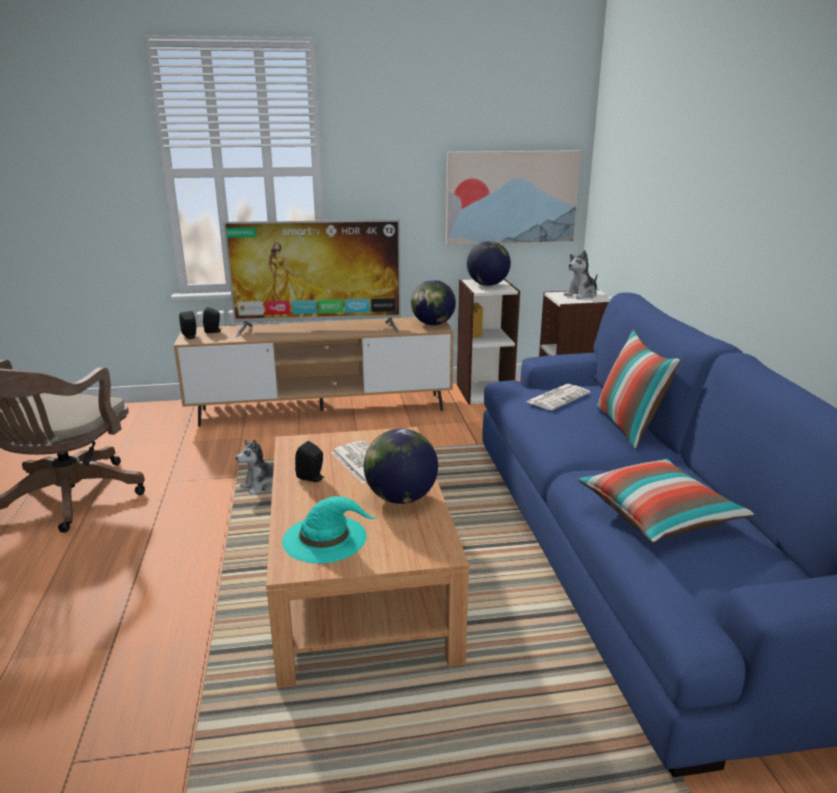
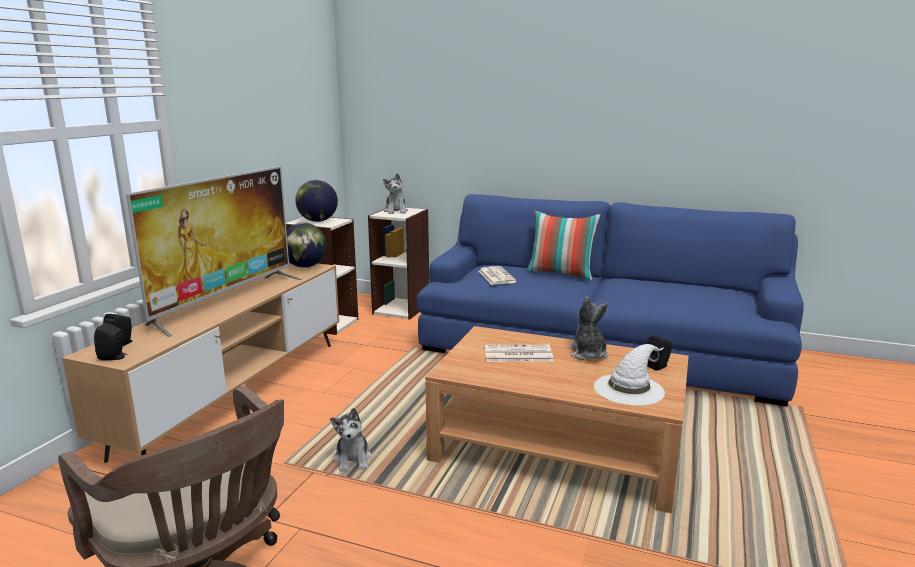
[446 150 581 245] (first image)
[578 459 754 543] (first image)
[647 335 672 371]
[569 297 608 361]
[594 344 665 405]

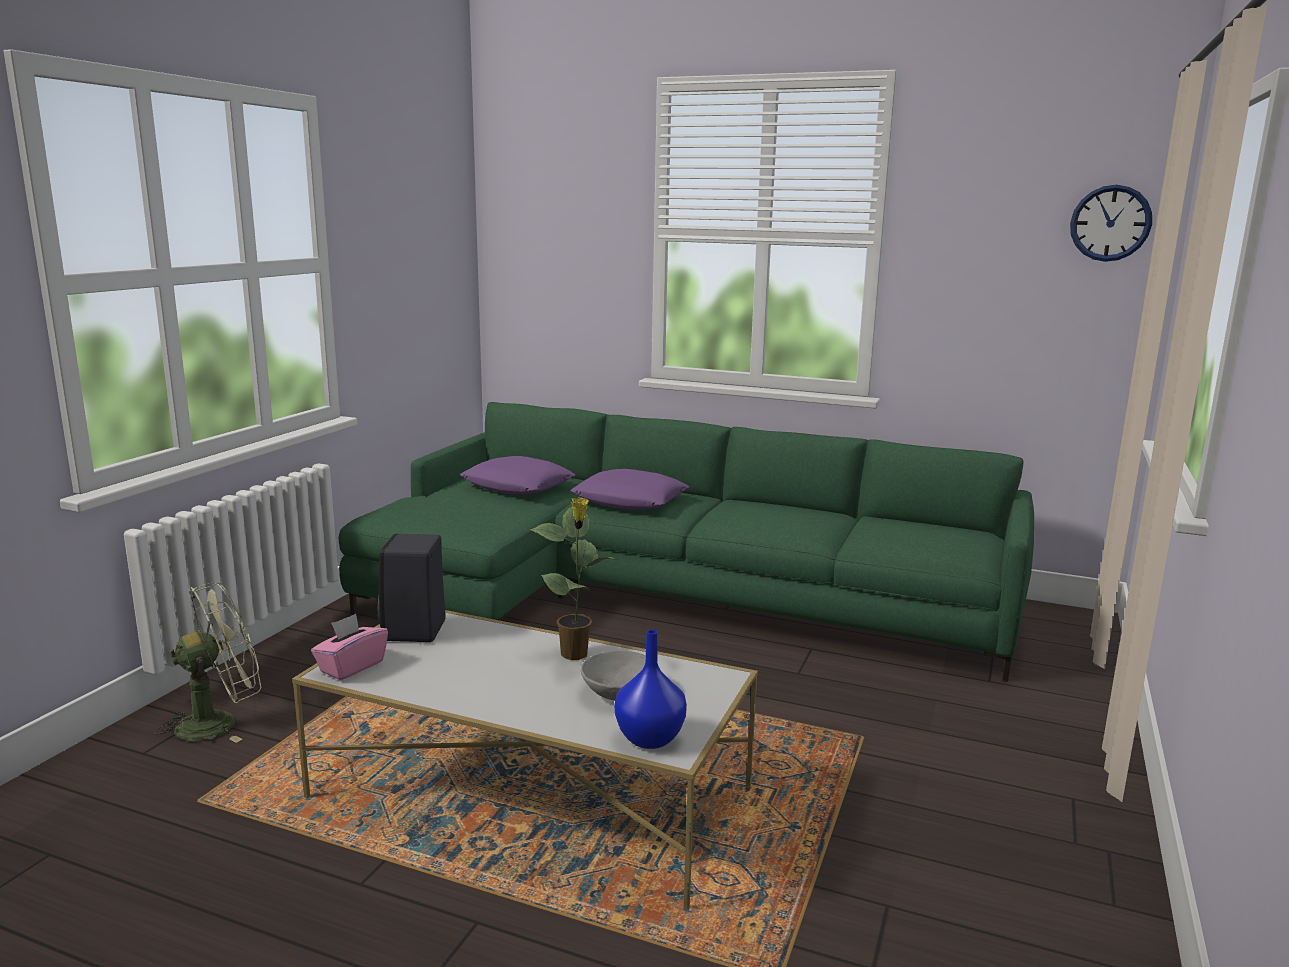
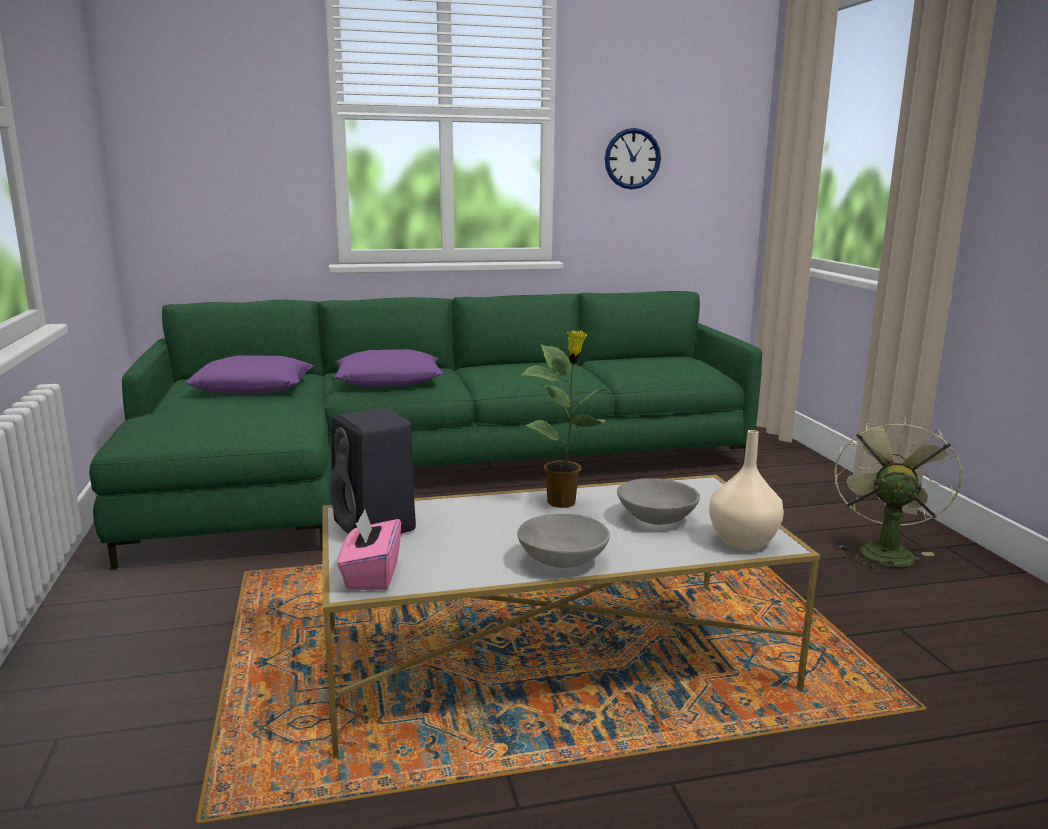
[517 514 610 568]
[834 416 962 572]
[605 128 661 189]
[709 430 784 550]

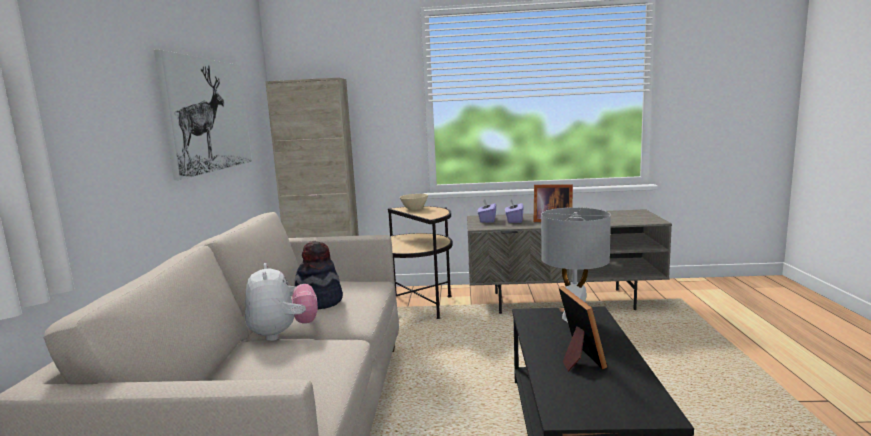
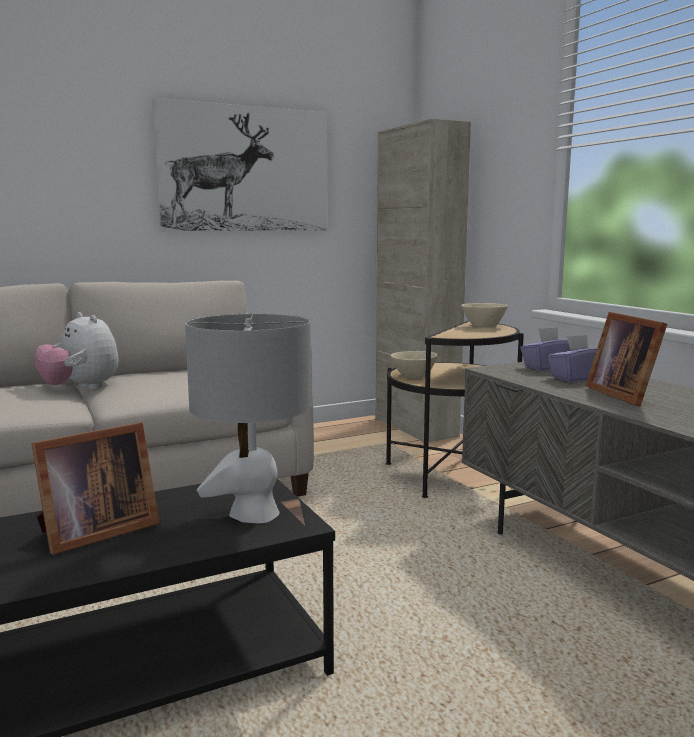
[295 241 343 309] (first image)
[391 351 438 378]
[35 312 119 390]

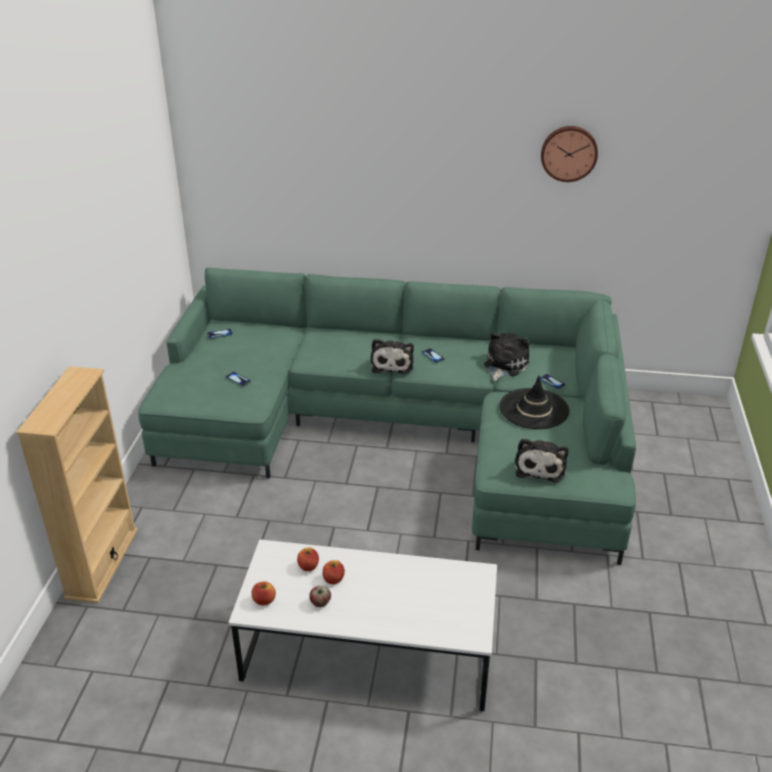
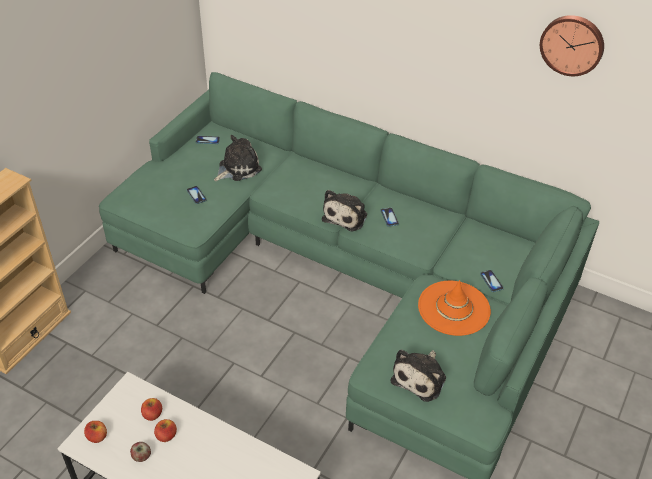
[214 135 262 181]
[418 280 491 336]

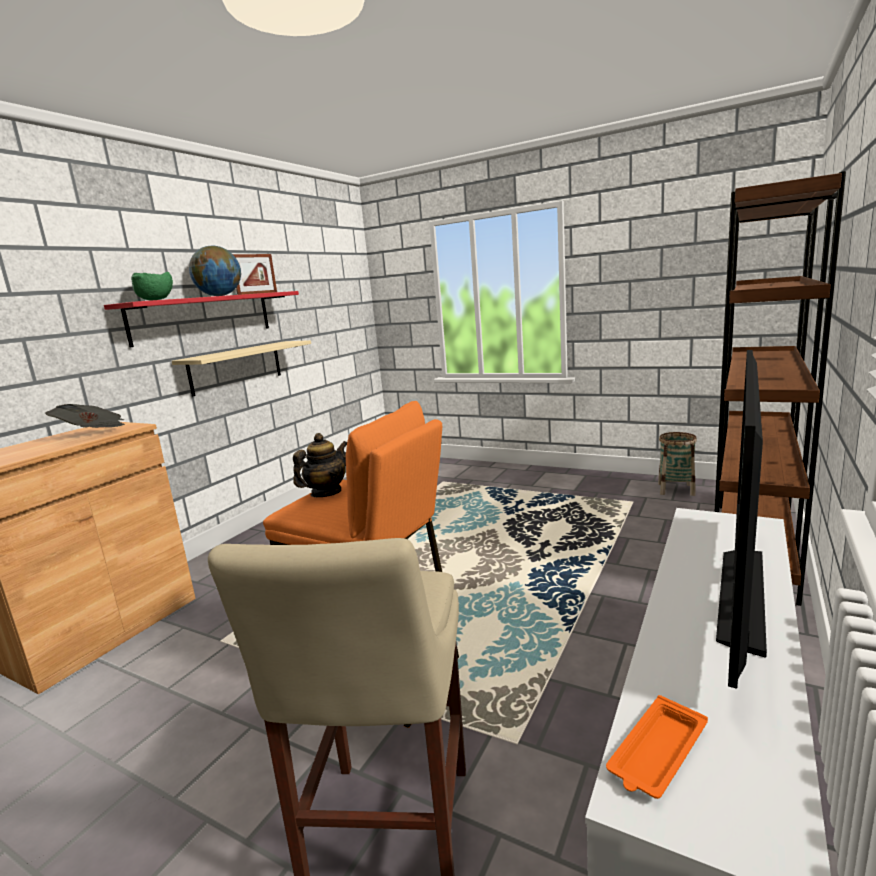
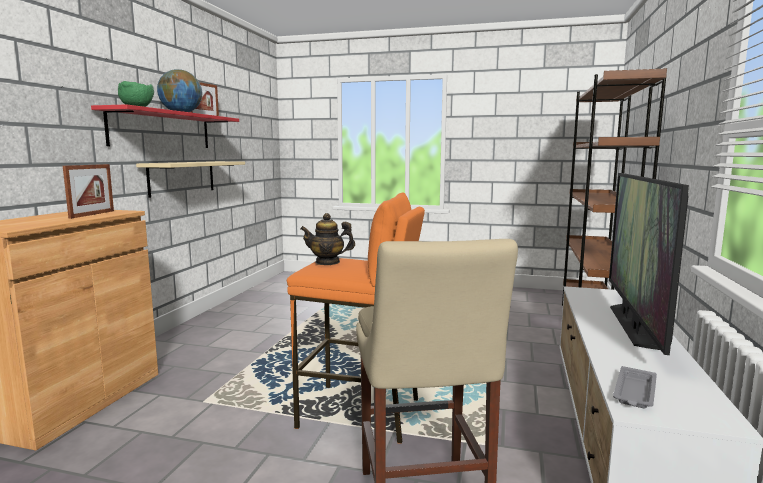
[658 432 697 496] (first image)
[63 164 114 219]
[613 366 657 409]
[300 213 355 265]

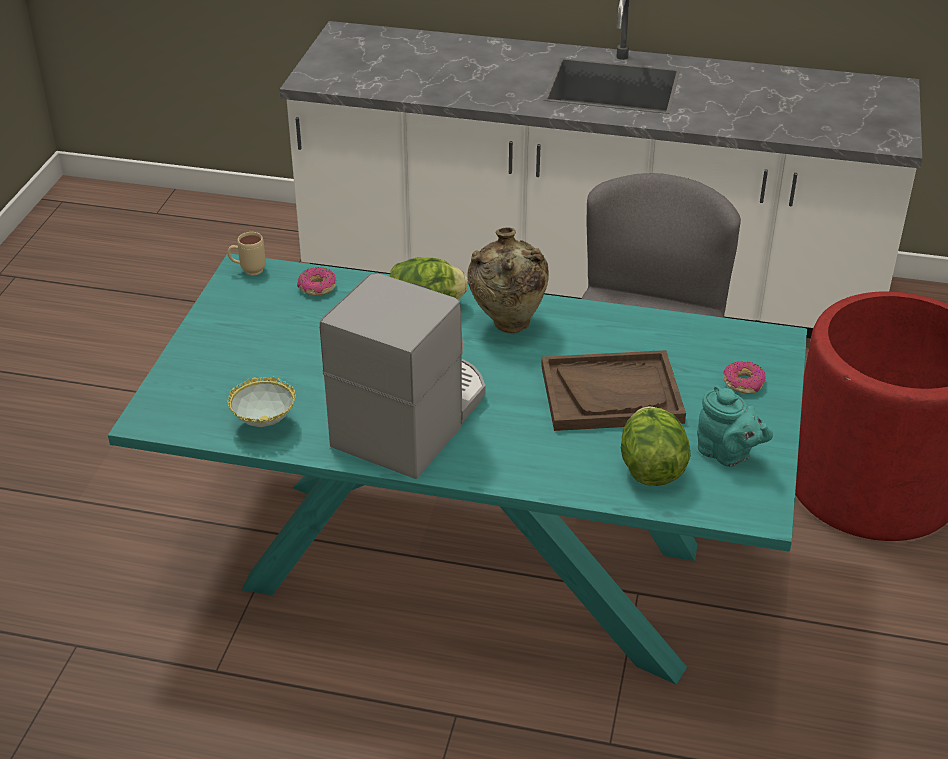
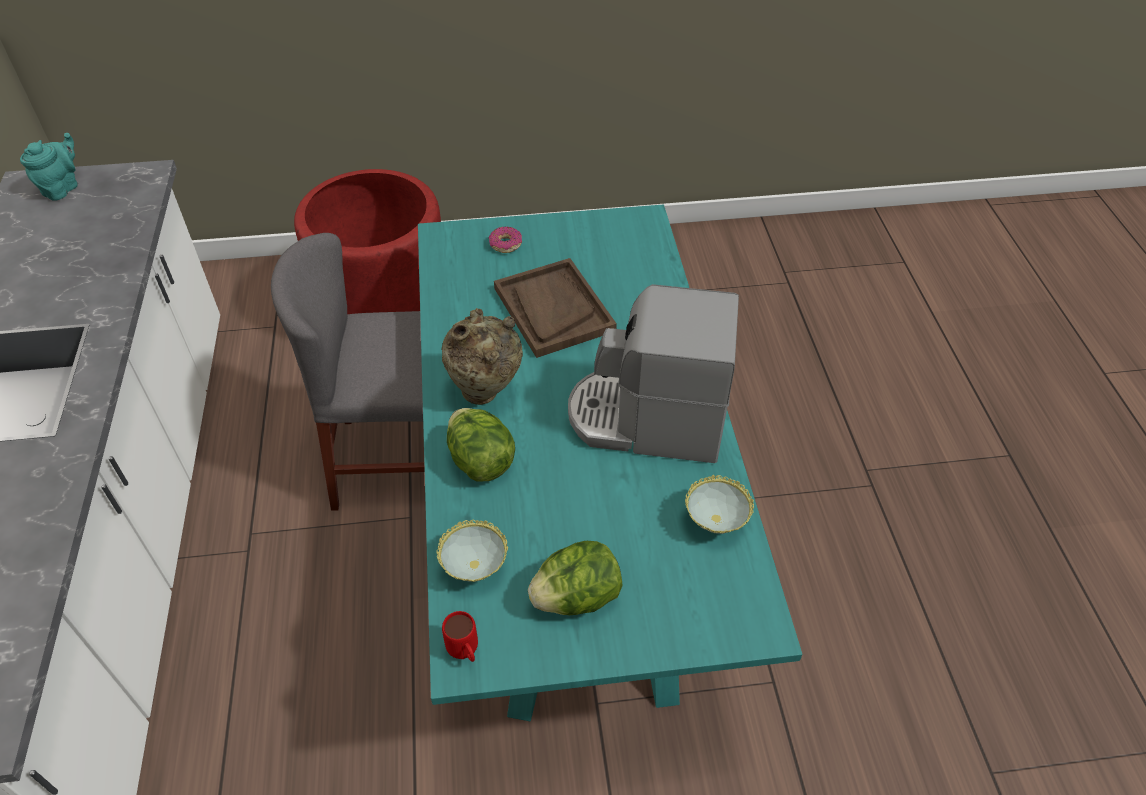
[528 541 622 615]
[20 133 78 201]
[436 519 508 582]
[442 611 478 662]

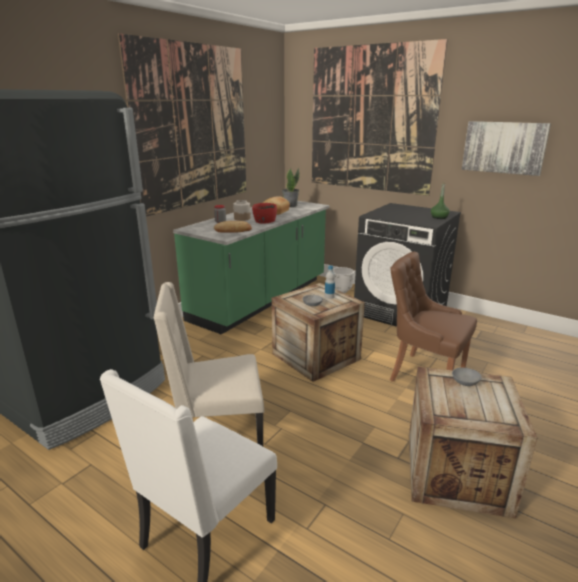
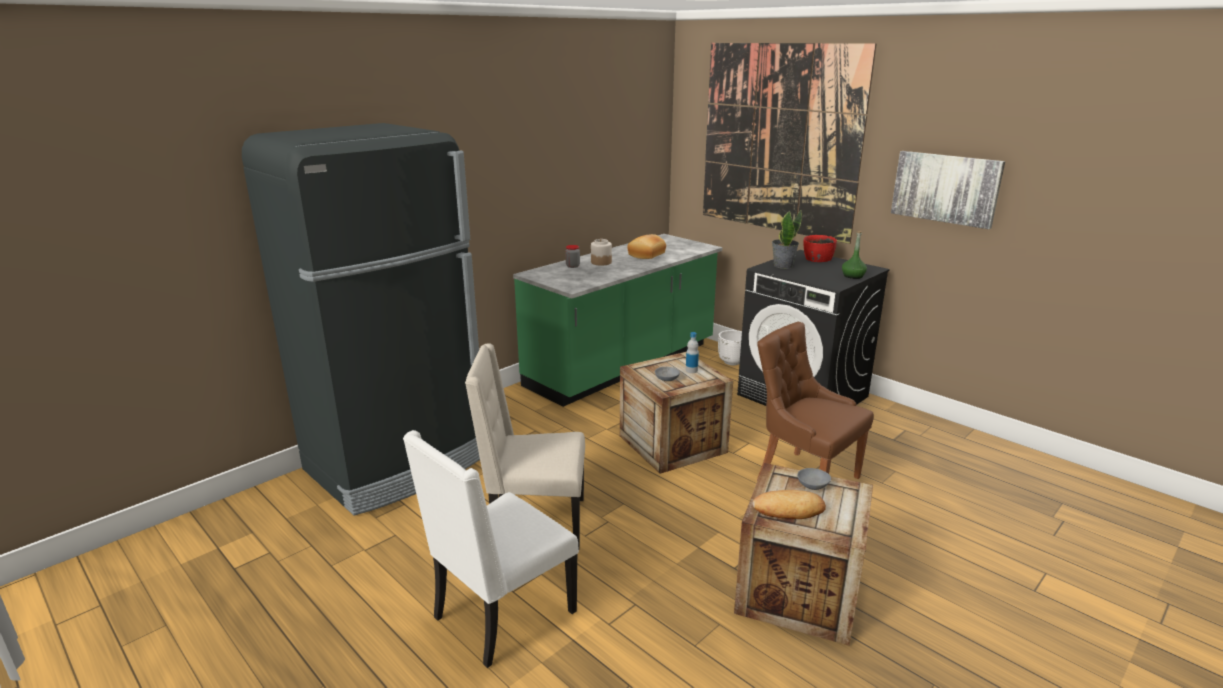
[118 33 246 216] (first image)
[752 490 826 519]
[803 235 837 262]
[772 210 802 269]

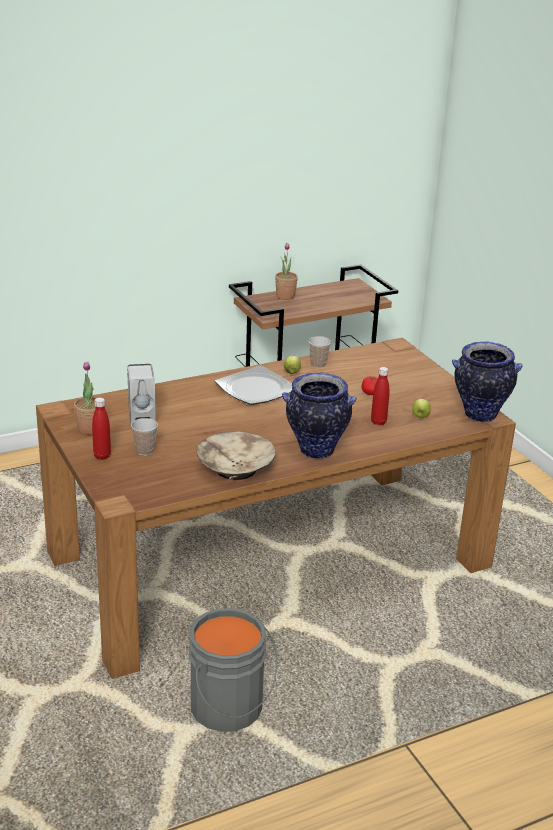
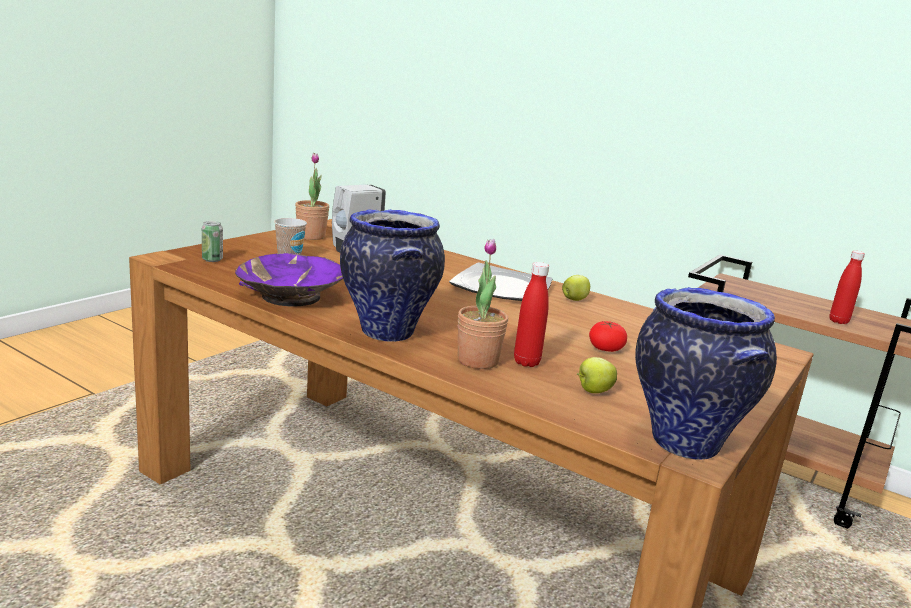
[189 608 277 732] (first image)
[308 336 331 368] (first image)
[202 221 223 262]
[830 251 865 324]
[458 239 508 369]
[235 253 343 307]

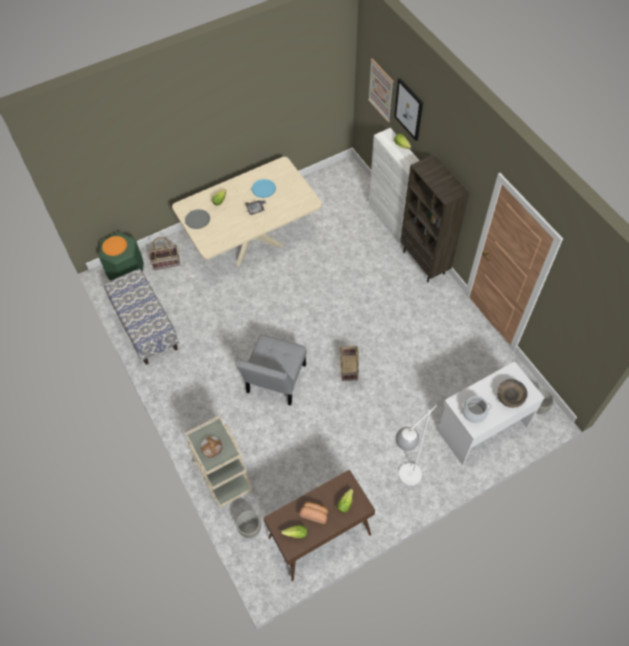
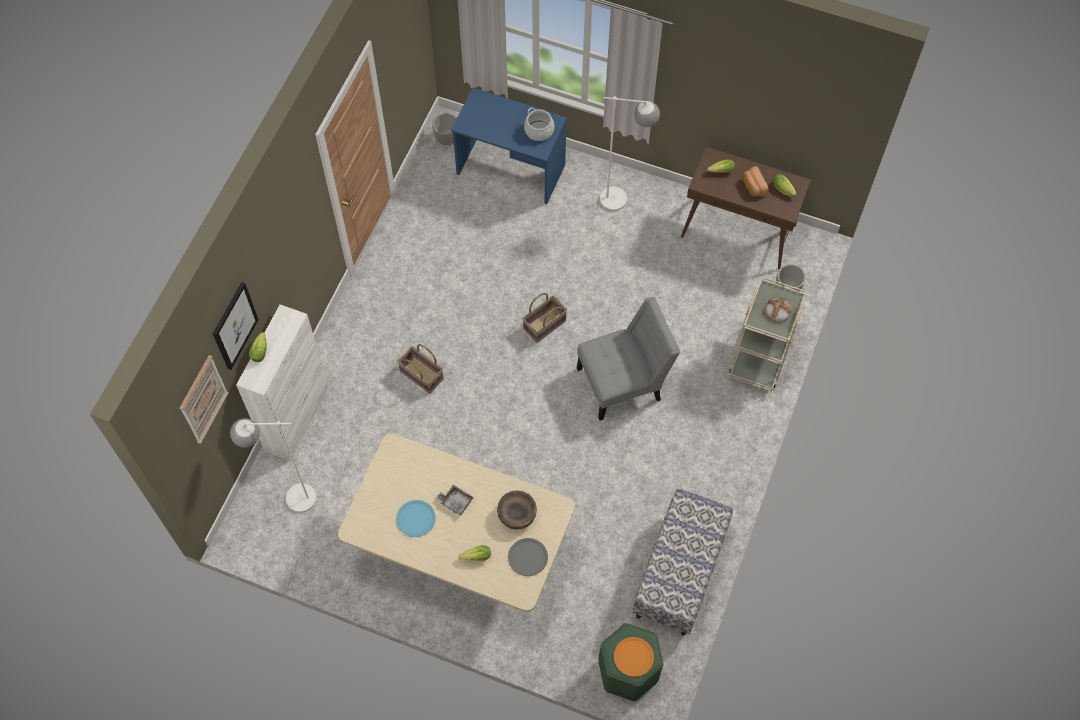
[400 155 469 283] (first image)
[230 418 317 513]
[397 344 444 394]
[497 490 537 530]
[451 88 567 204]

